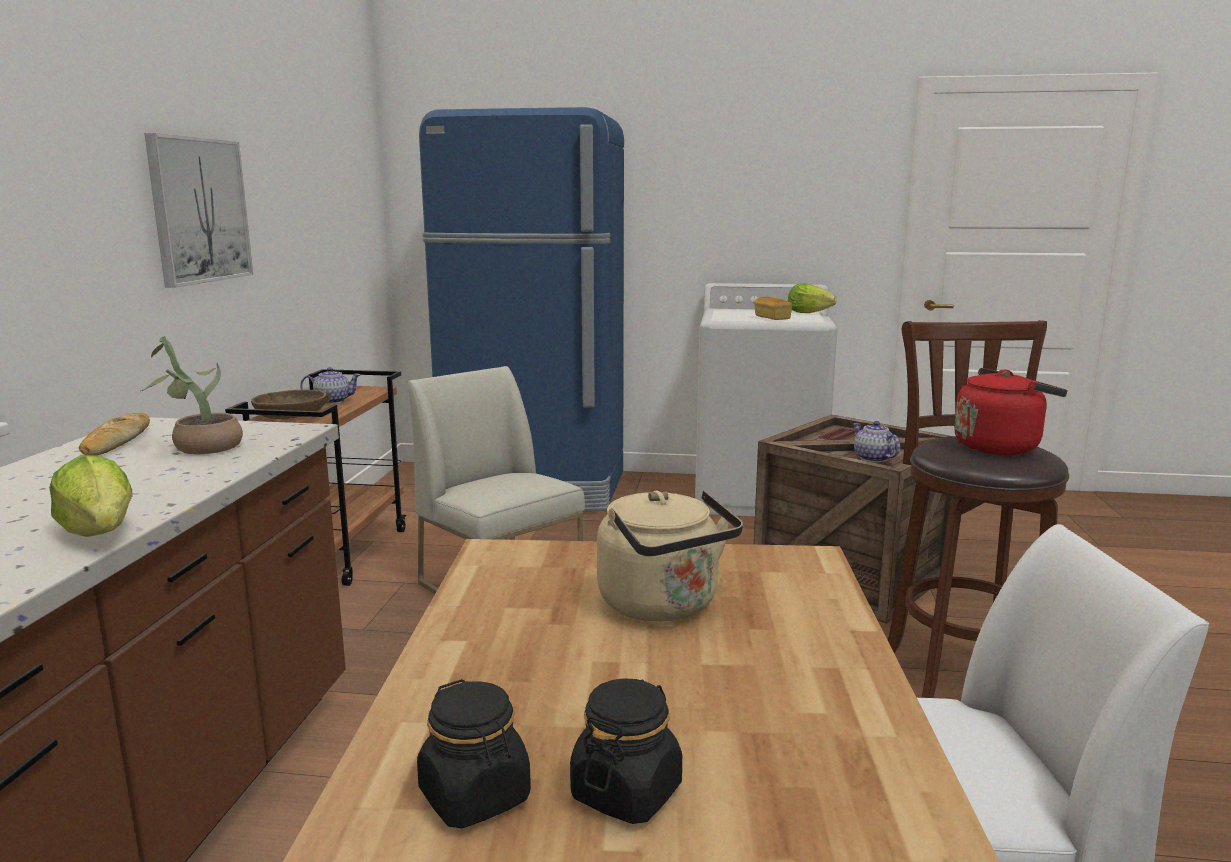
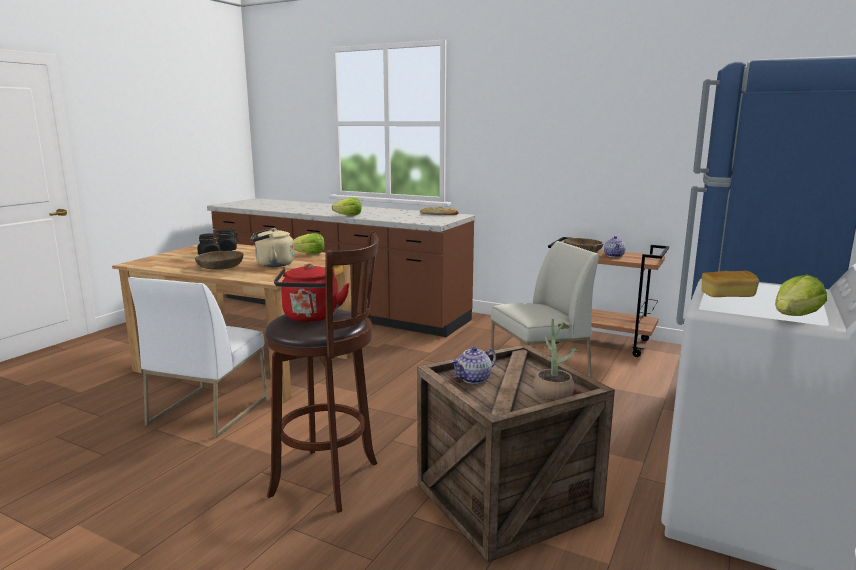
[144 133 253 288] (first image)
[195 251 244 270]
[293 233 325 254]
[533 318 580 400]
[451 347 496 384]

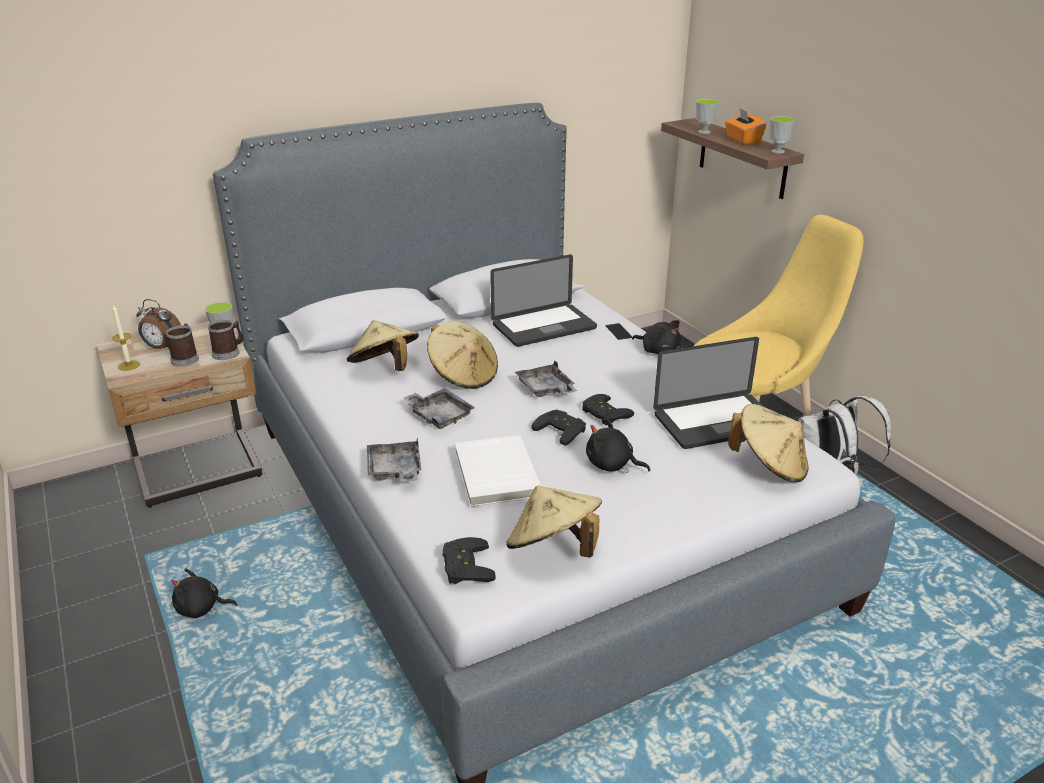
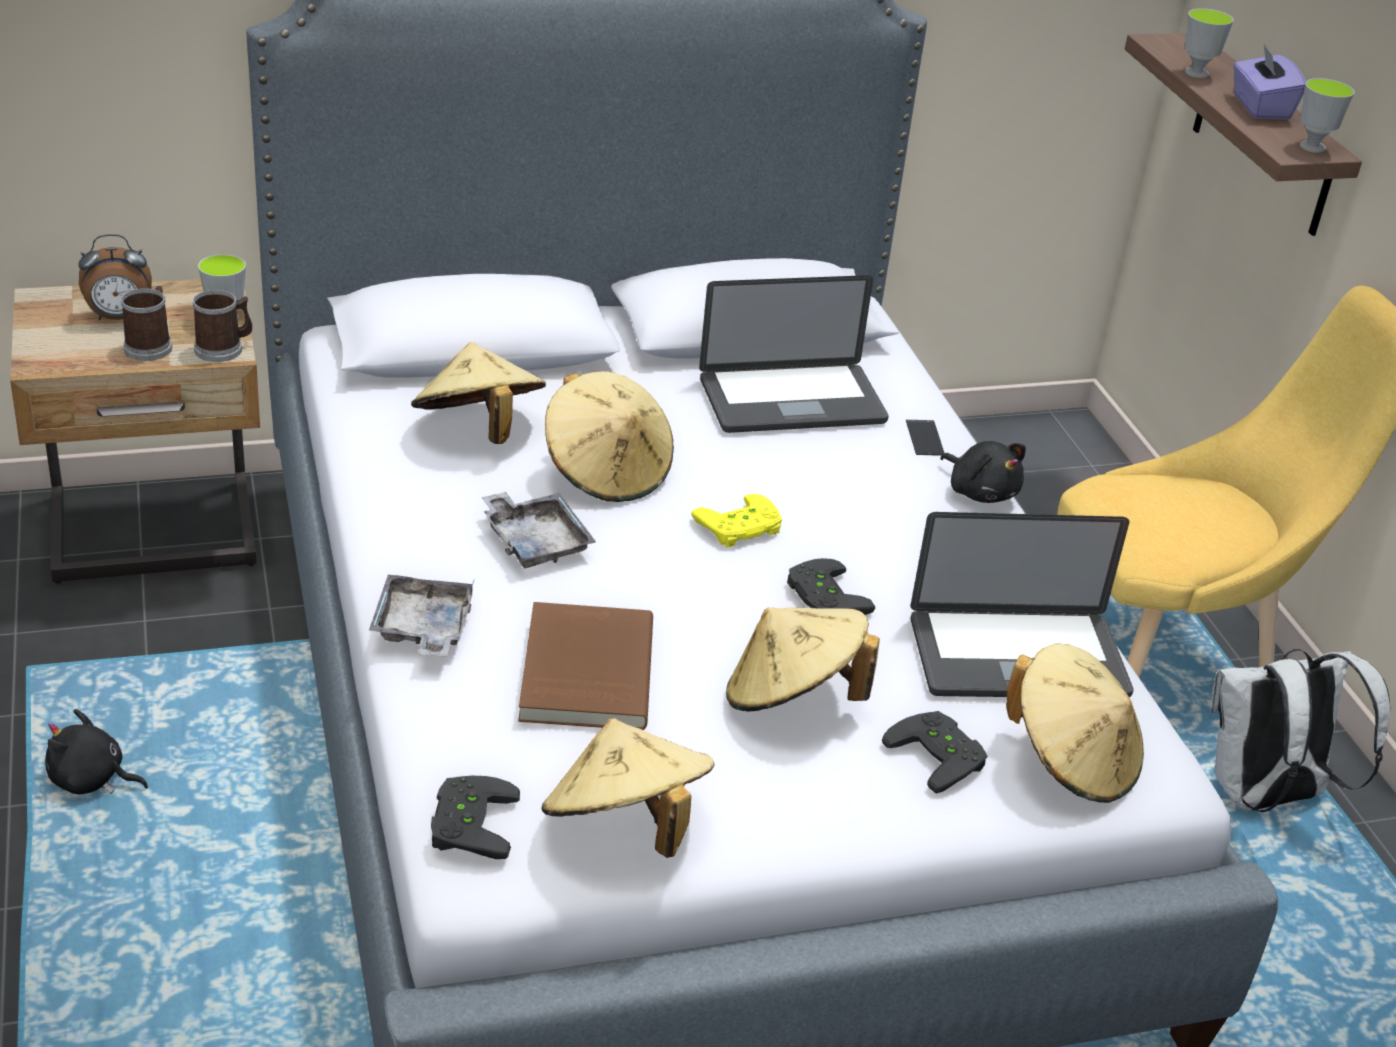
[112 304 140 371] (first image)
[882 711 987 793]
[691 494 782 548]
[726 607 880 712]
[518 602 653 730]
[1234 44 1306 120]
[78 234 152 320]

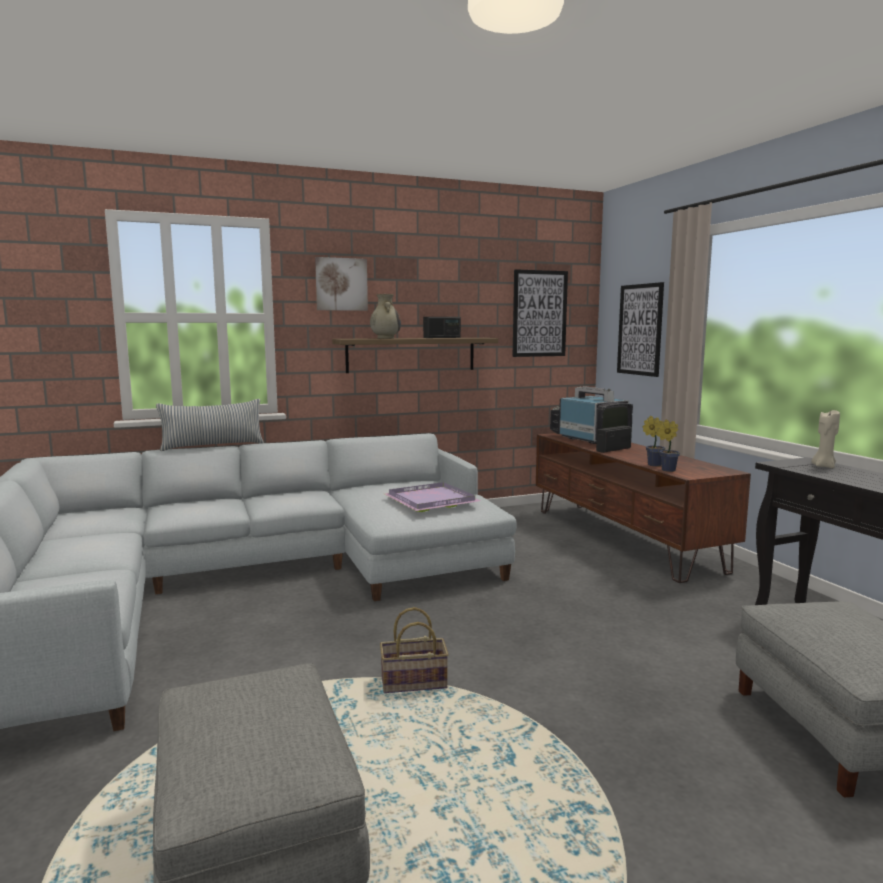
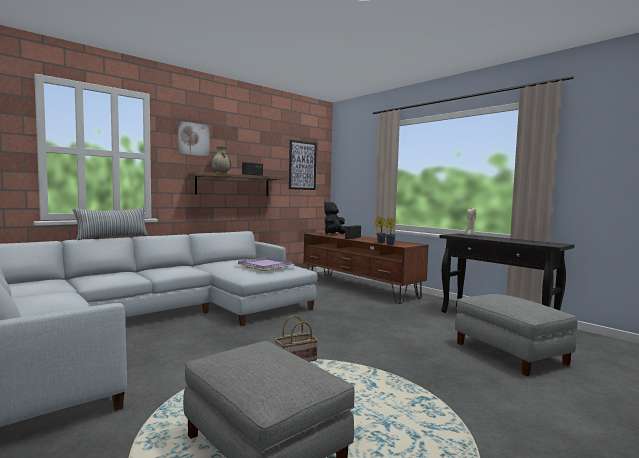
[617 282 664 377] (first image)
[324 202 346 234]

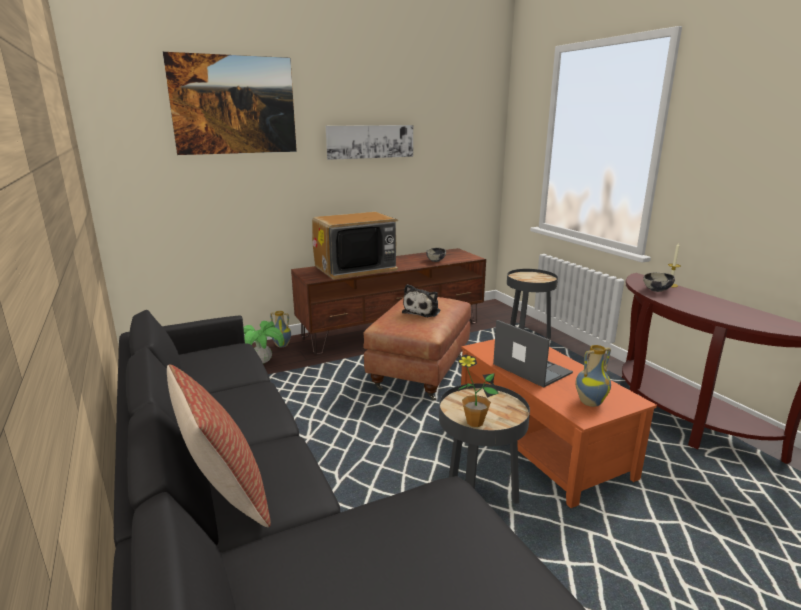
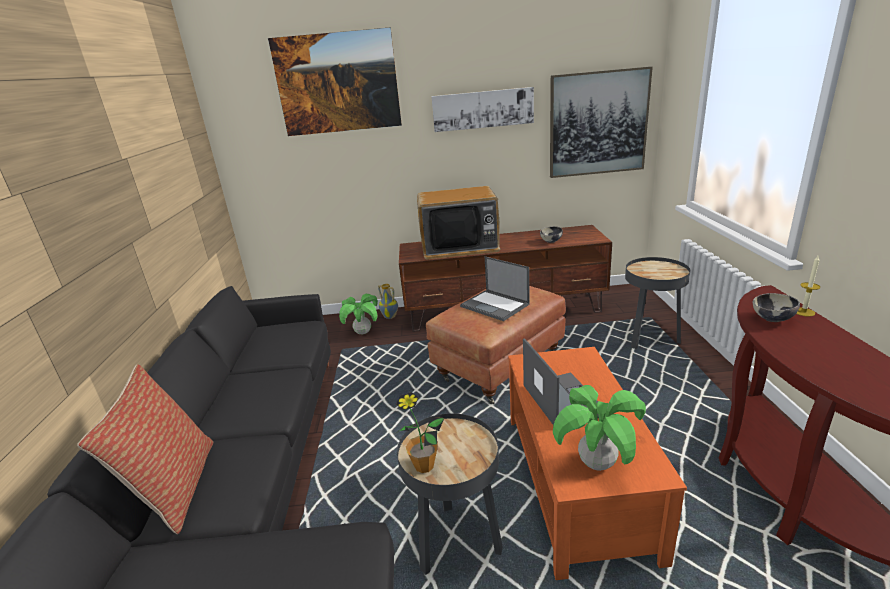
[550 67 653 178]
[460 256 530 321]
[553 385 646 471]

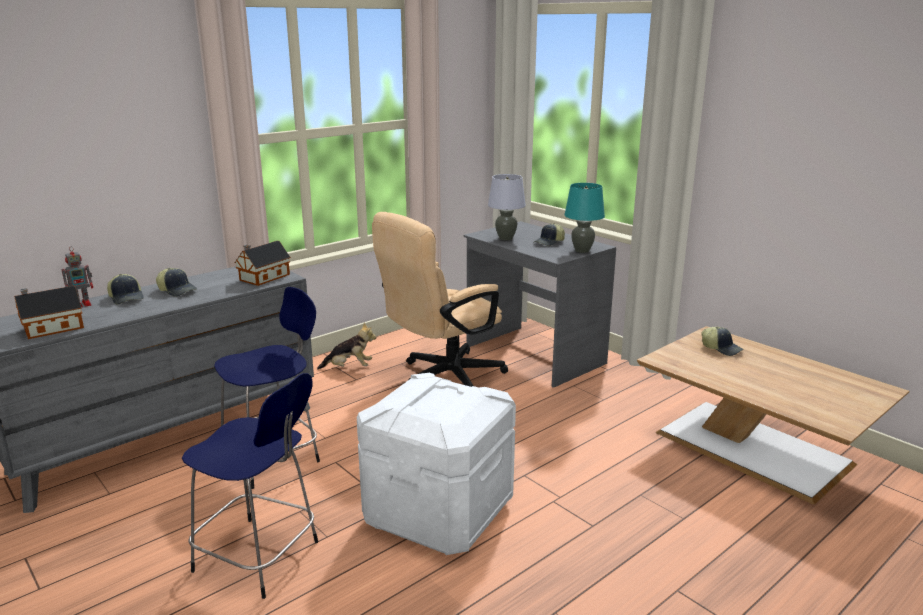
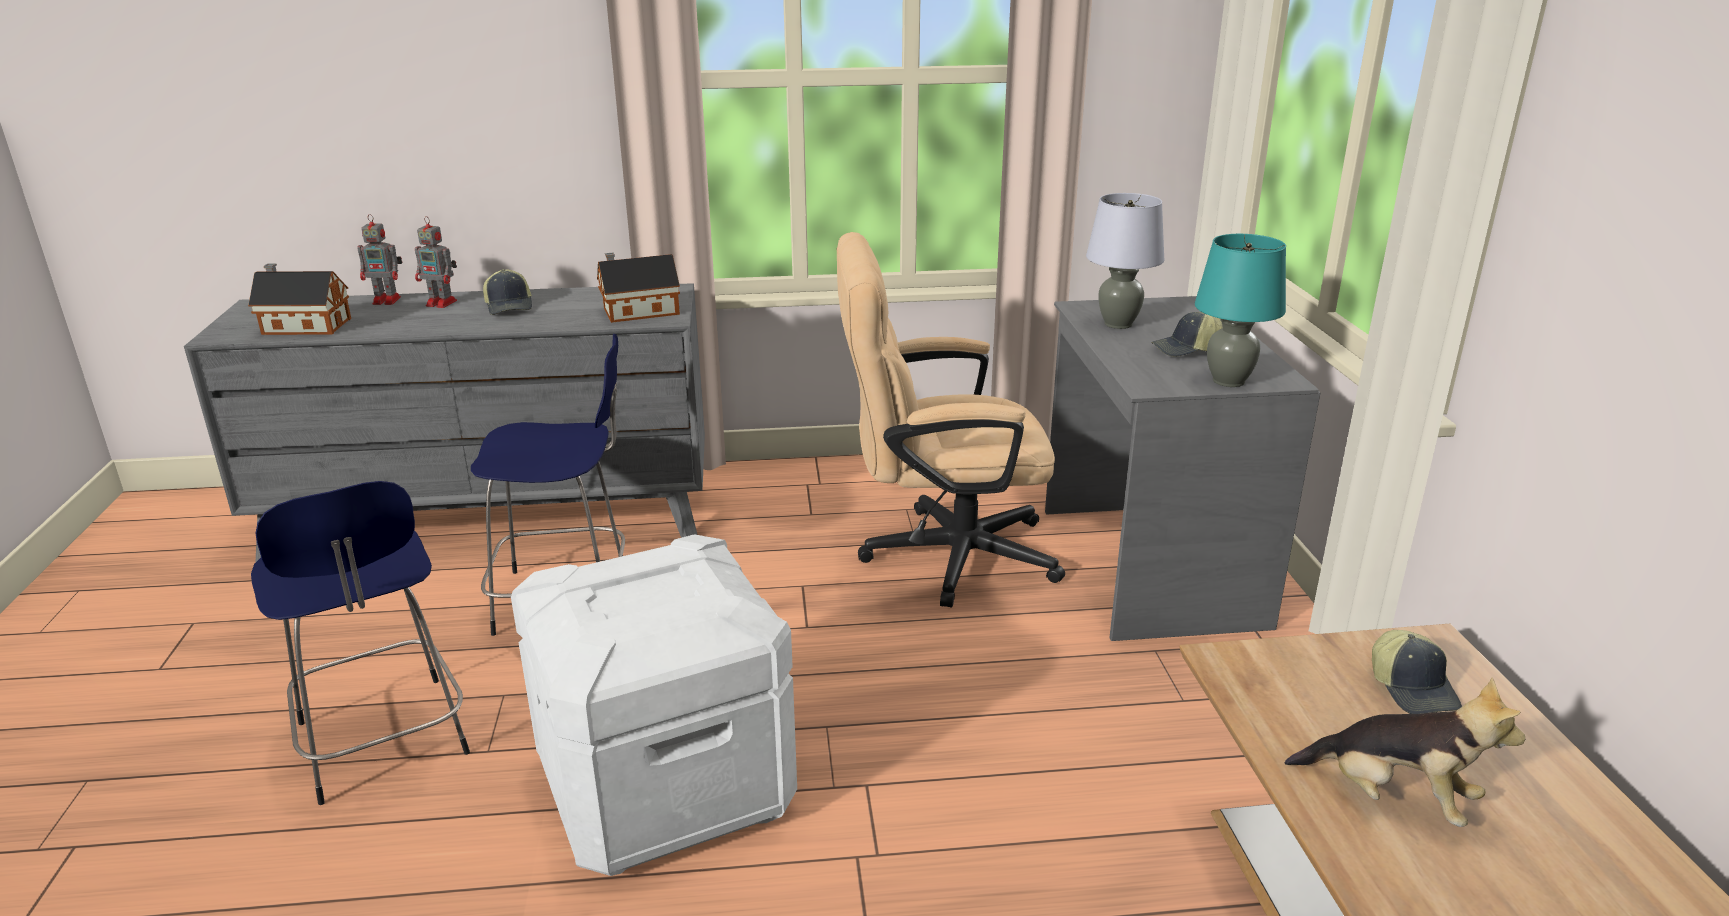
[1285 678 1525 827]
[415 216 457 308]

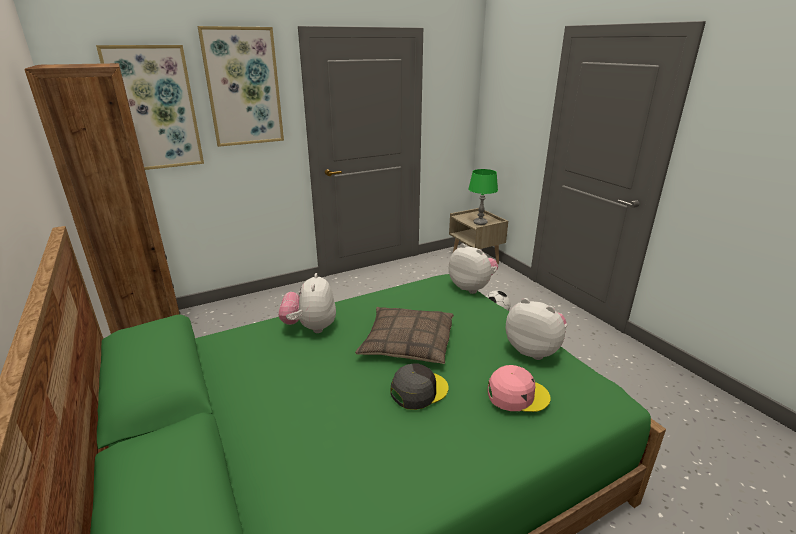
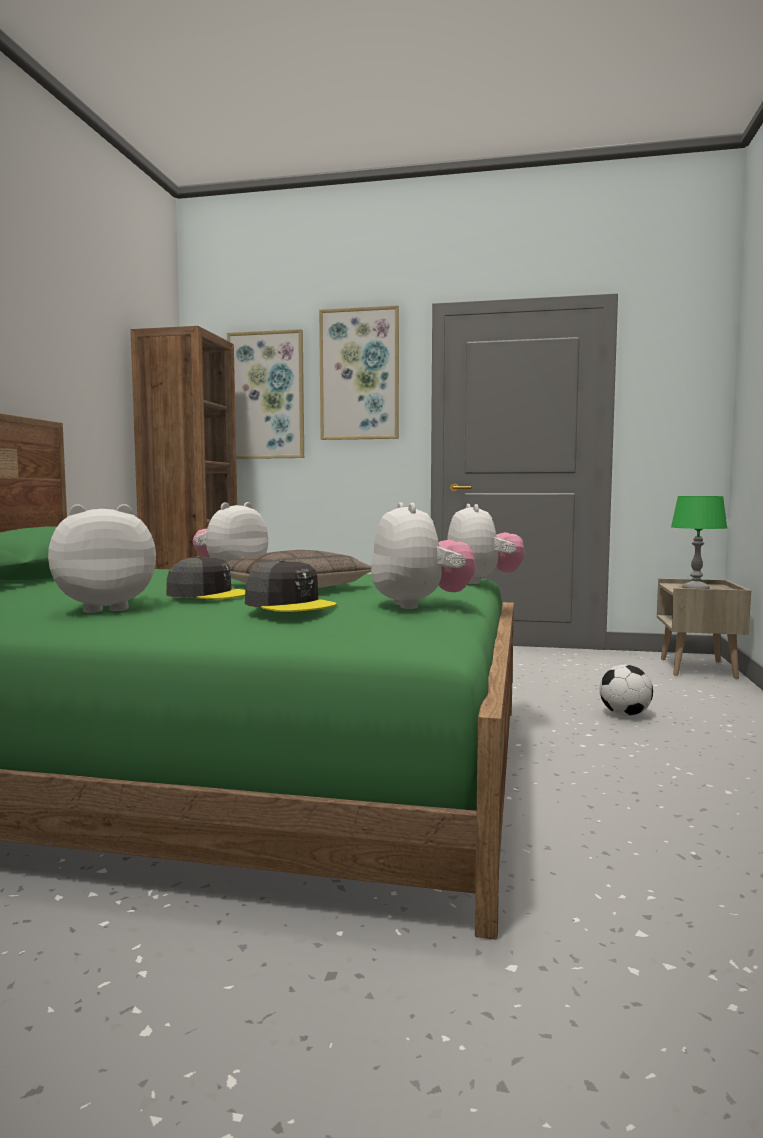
[48 504 156 613]
[245 560 337 612]

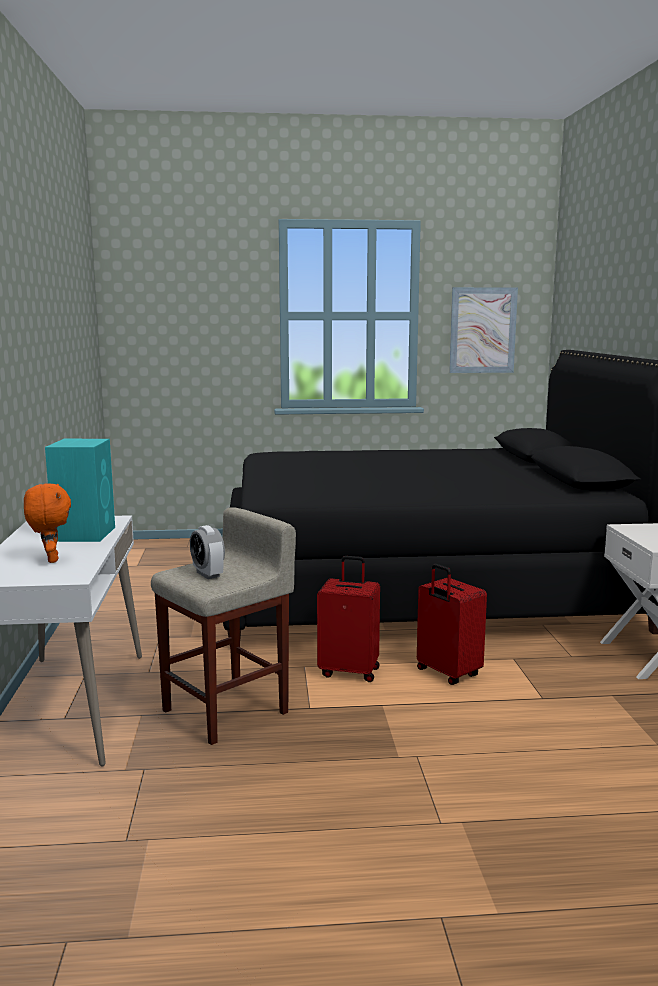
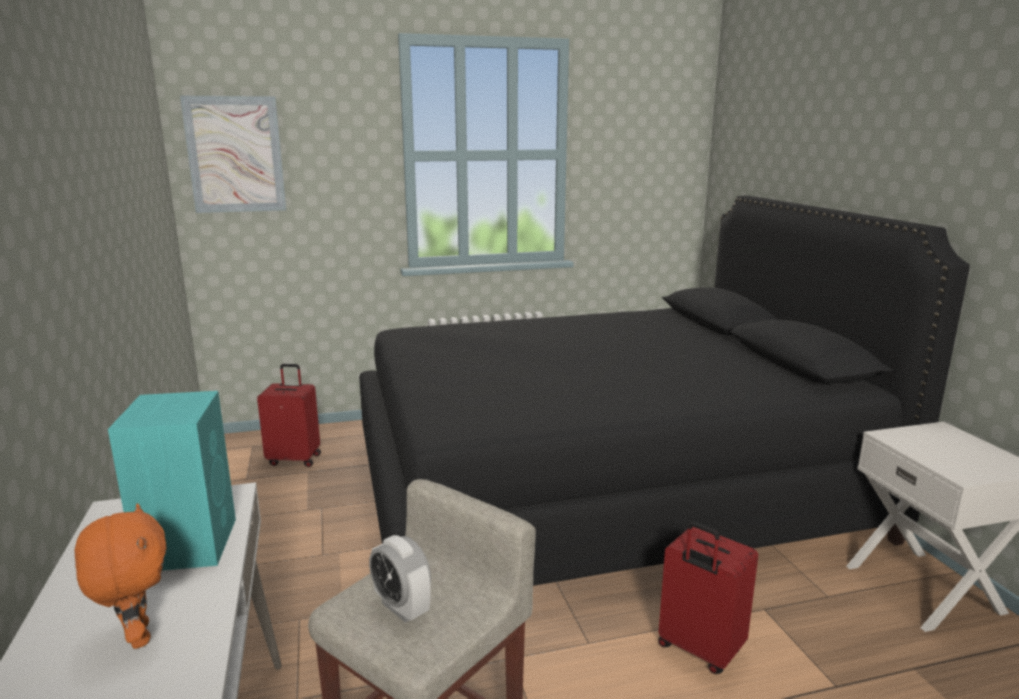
[257 364 321 467]
[180 96 286 213]

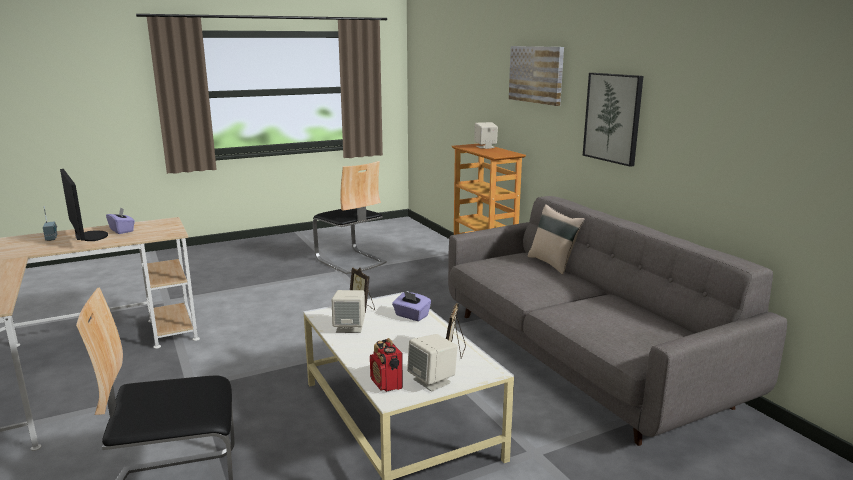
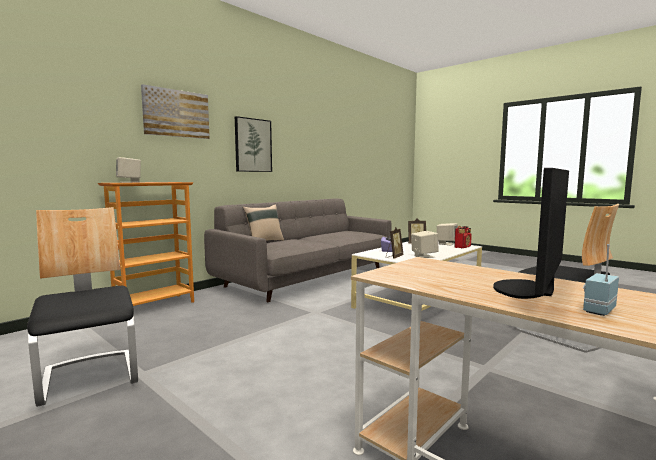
[106 207 135 234] (first image)
[27 207 138 407]

